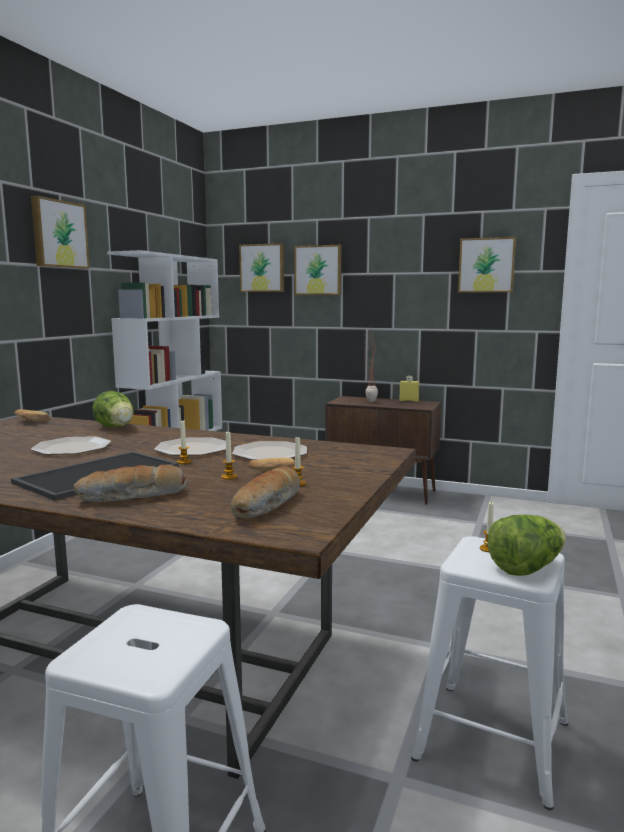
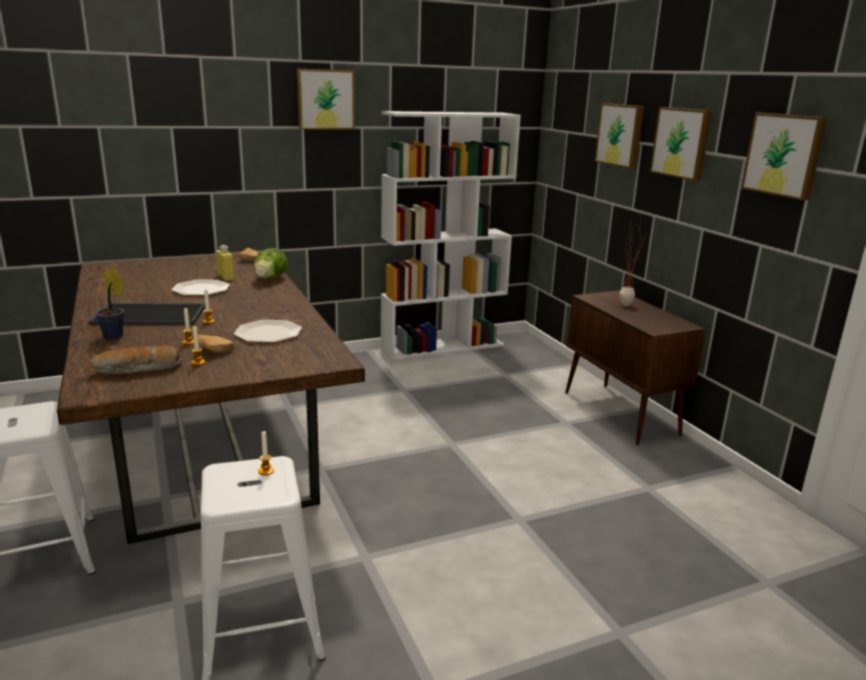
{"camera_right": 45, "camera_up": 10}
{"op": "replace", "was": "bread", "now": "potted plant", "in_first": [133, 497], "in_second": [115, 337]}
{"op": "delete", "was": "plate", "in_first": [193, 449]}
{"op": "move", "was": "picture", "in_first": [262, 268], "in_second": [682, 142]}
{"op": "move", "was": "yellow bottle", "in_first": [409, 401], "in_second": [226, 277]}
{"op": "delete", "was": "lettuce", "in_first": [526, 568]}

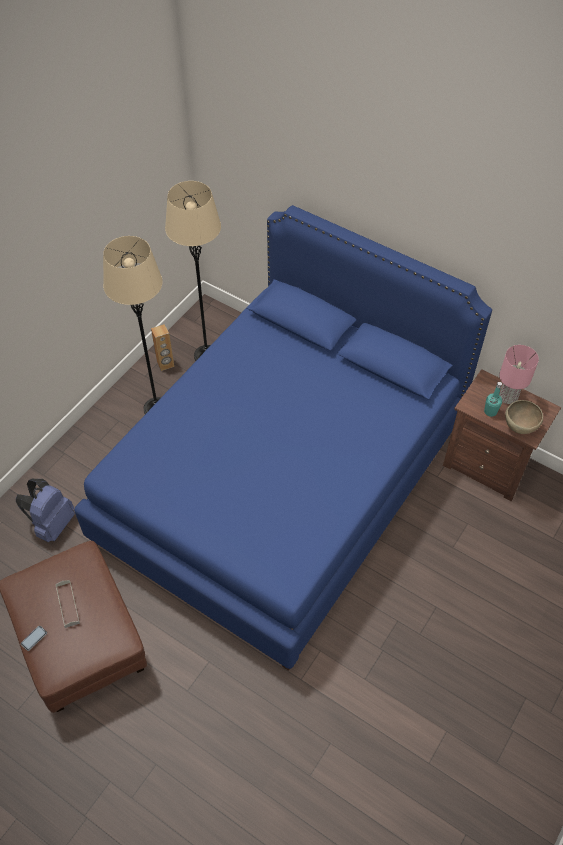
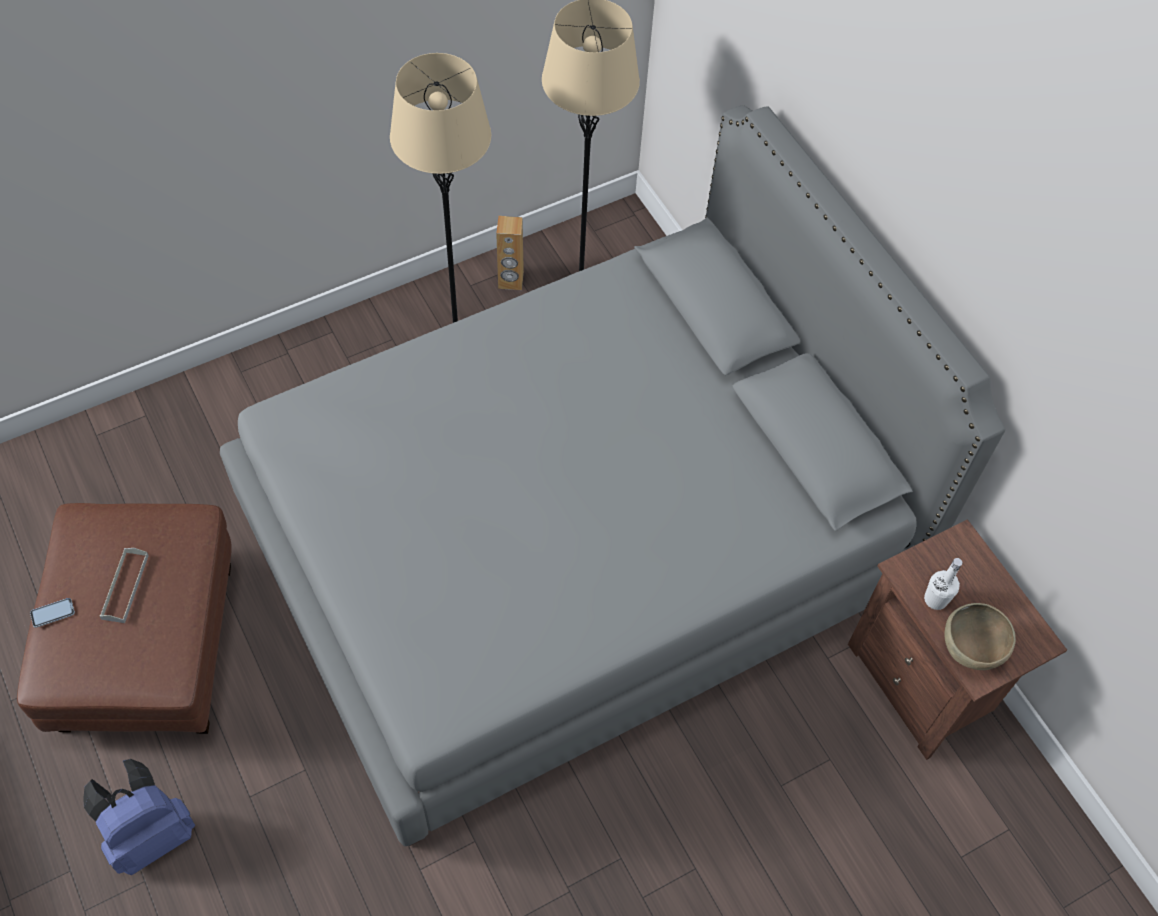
{"camera_right": 25, "camera_up": 5}
{"op": "move", "was": "blue backpack", "in_first": [52, 524], "in_second": [150, 833]}
{"op": "recolor", "was": "blue bed", "now": "grey bed", "in_first": [281, 482], "in_second": [574, 548]}
{"op": "recolor", "was": "turquoise bottle", "now": "white bottle", "in_first": [490, 411], "in_second": [935, 599]}
{"op": "delete", "was": "pink table lamp", "in_first": [508, 397]}

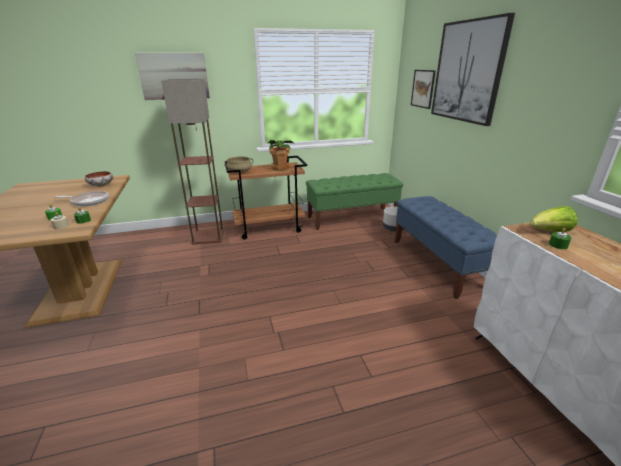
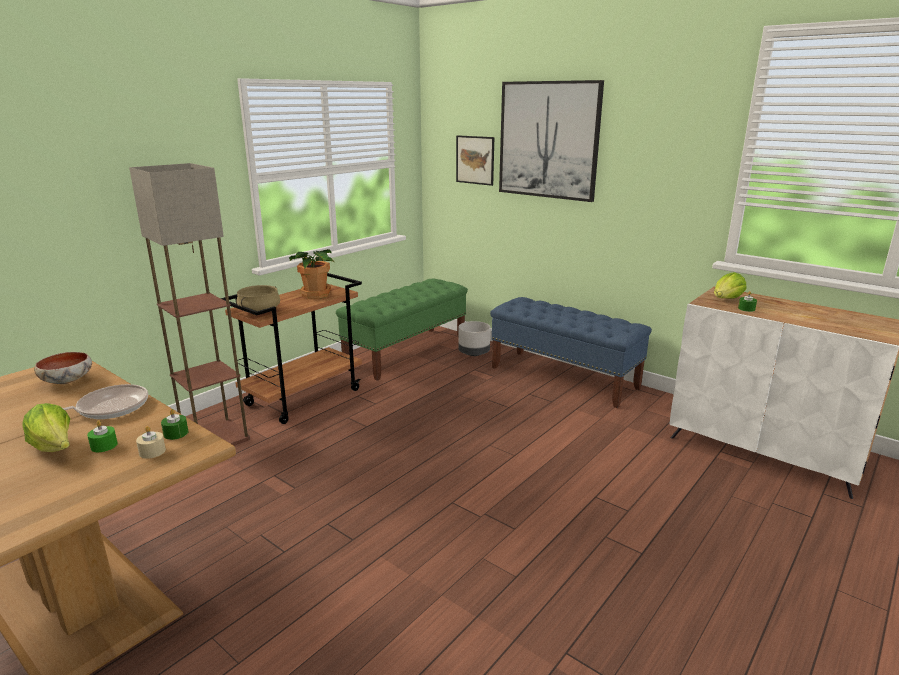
{"camera_right": -35, "camera_up": -5}
{"op": "delete", "was": "picture", "in_first": [174, 76]}
{"op": "insert", "now": "lettuce", "in_second": [55, 448]}

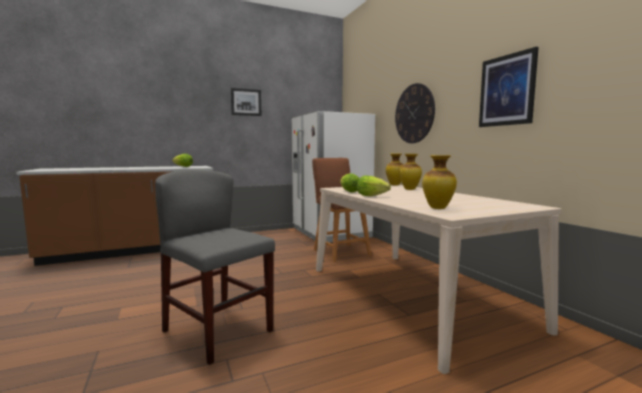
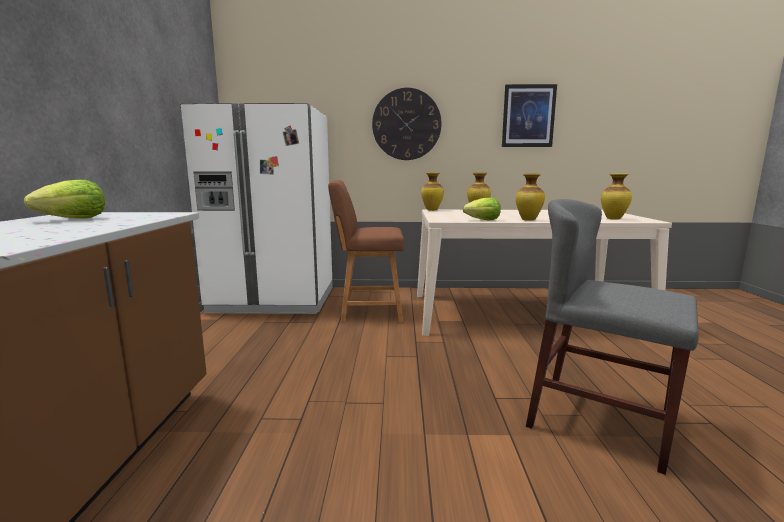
{"camera_right": -65, "camera_up": 5}
{"op": "rotate", "was": "grey chair", "in_first": [218, 331], "in_second": [599, 422], "clockwise": 60}
{"op": "delete", "was": "picture", "in_first": [246, 102]}
{"op": "replace", "was": "lettuce", "now": "vase", "in_first": [371, 196], "in_second": [527, 220]}

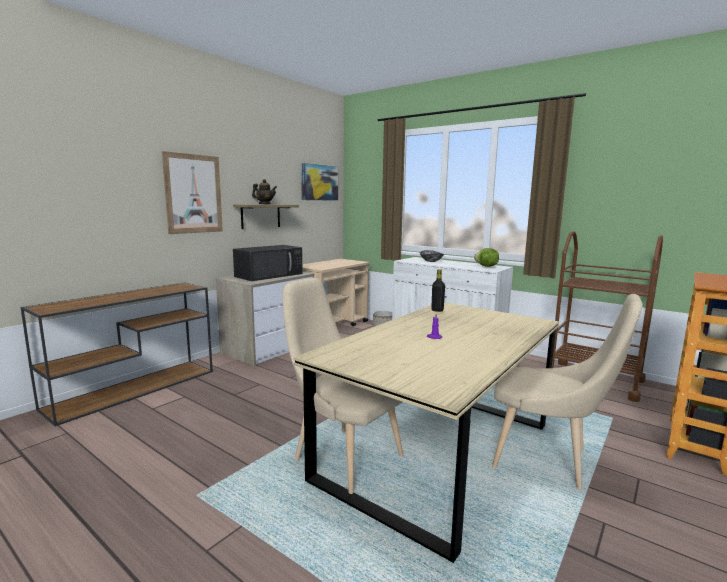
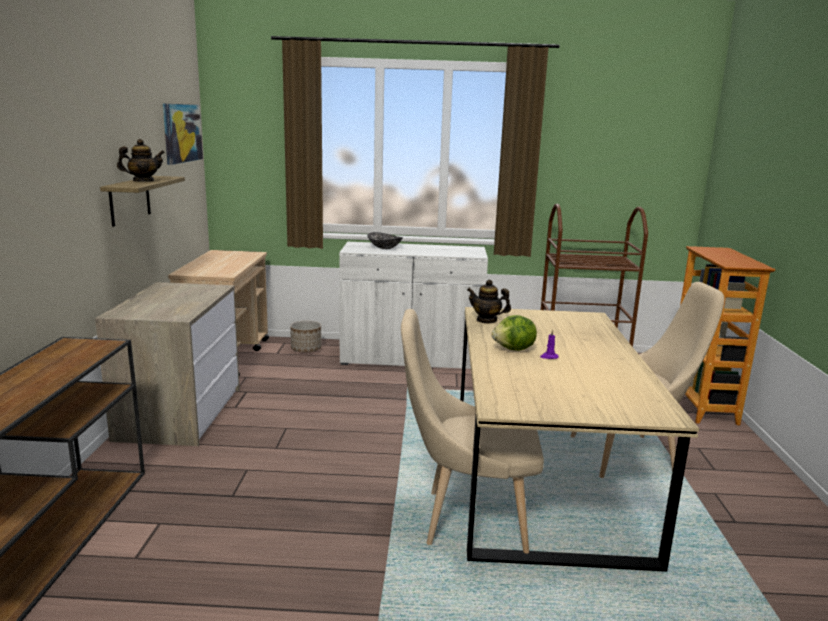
{"camera_right": -35, "camera_up": 5}
{"op": "delete", "was": "picture", "in_first": [193, 194]}
{"op": "delete", "was": "black microwave", "in_first": [269, 275]}
{"op": "replace", "was": "black bottle", "now": "teapot", "in_first": [437, 310], "in_second": [487, 320]}
{"op": "move", "was": "lettuce", "in_first": [486, 266], "in_second": [514, 349]}

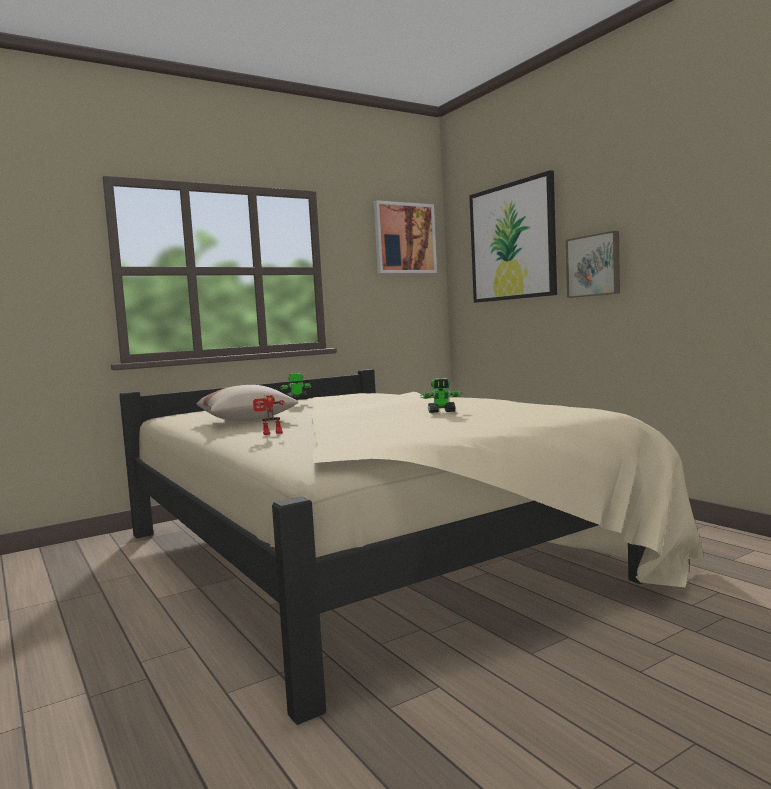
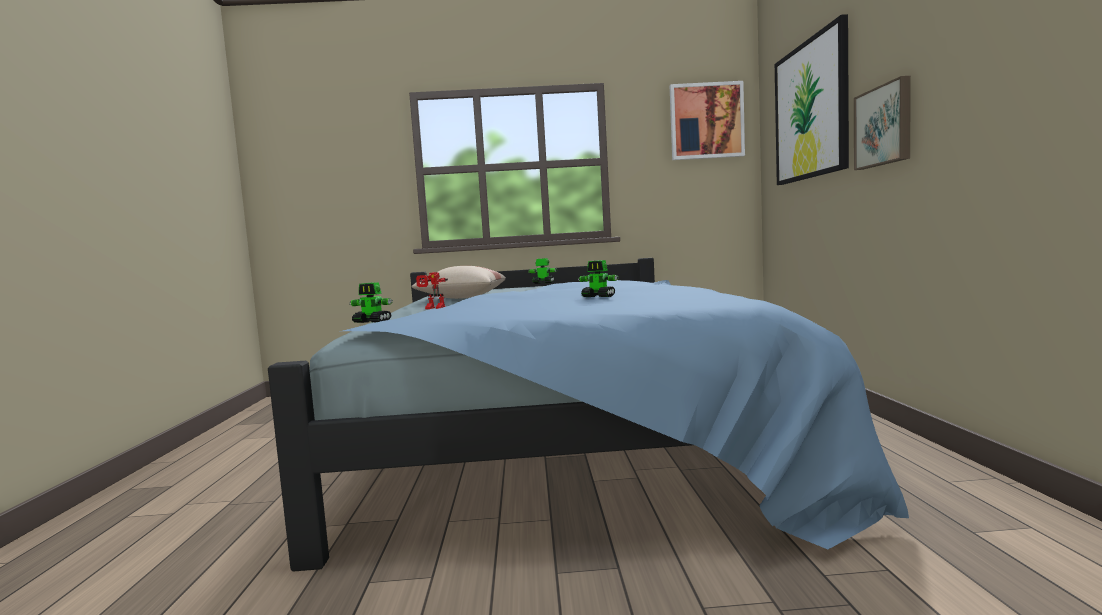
{"camera_right": 30, "camera_up": 0}
{"op": "recolor", "was": "beige bed", "now": "blue bed", "in_first": [374, 553], "in_second": [563, 437]}
{"op": "insert", "now": "toy robot", "in_second": [372, 322]}

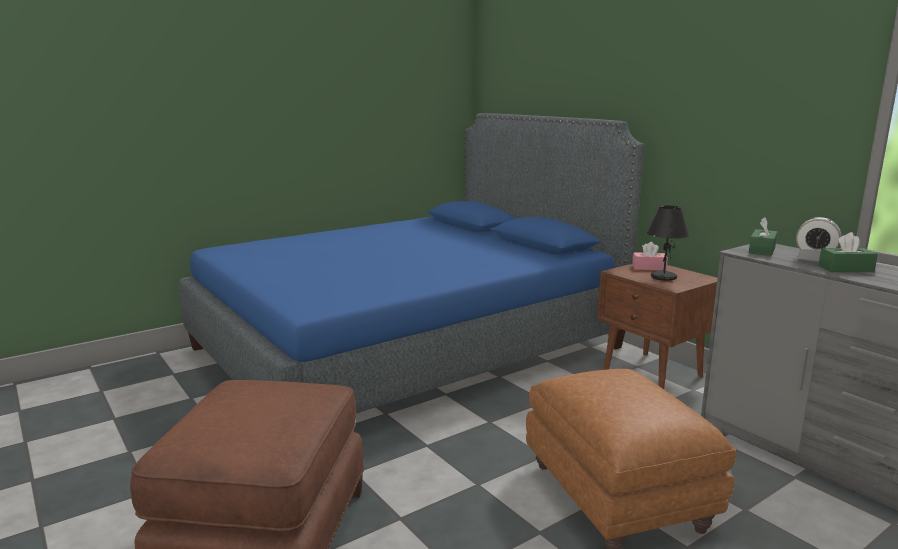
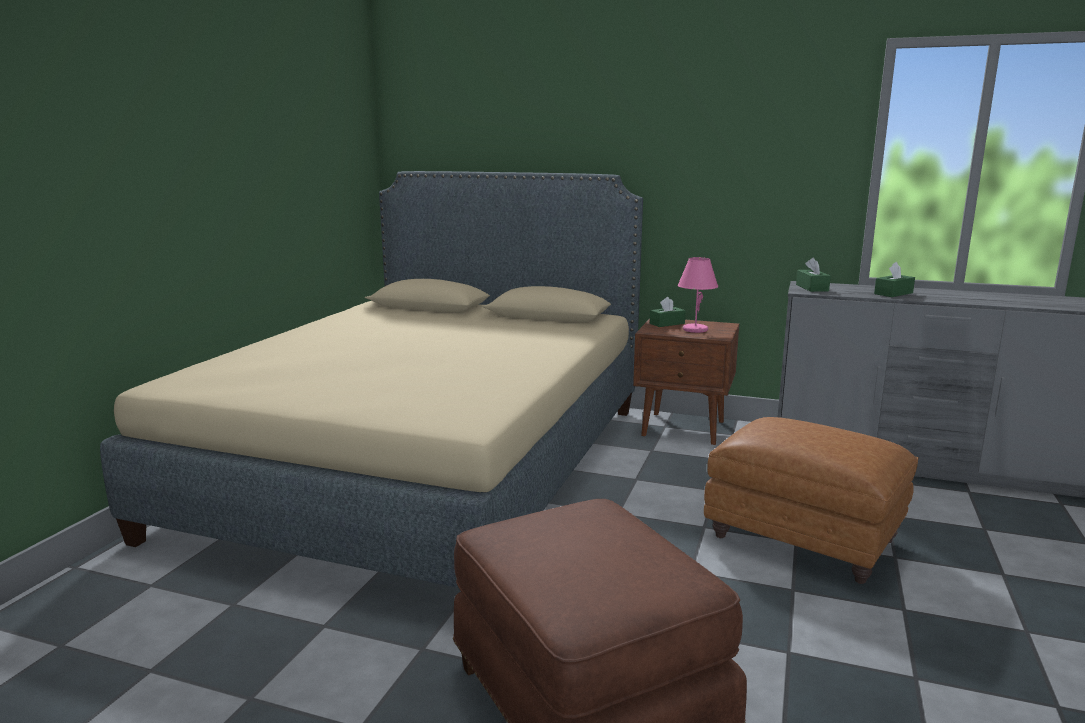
{"camera_right": -35, "camera_up": 0}
{"op": "recolor", "was": "blue bed", "now": "beige bed", "in_first": [408, 347], "in_second": [426, 465]}
{"op": "recolor", "was": "pink tissue box", "now": "green tissue box", "in_first": [649, 268], "in_second": [667, 323]}
{"op": "recolor", "was": "black table lamp", "now": "pink table lamp", "in_first": [663, 277], "in_second": [694, 330]}
{"op": "delete", "was": "alarm clock", "in_first": [814, 260]}

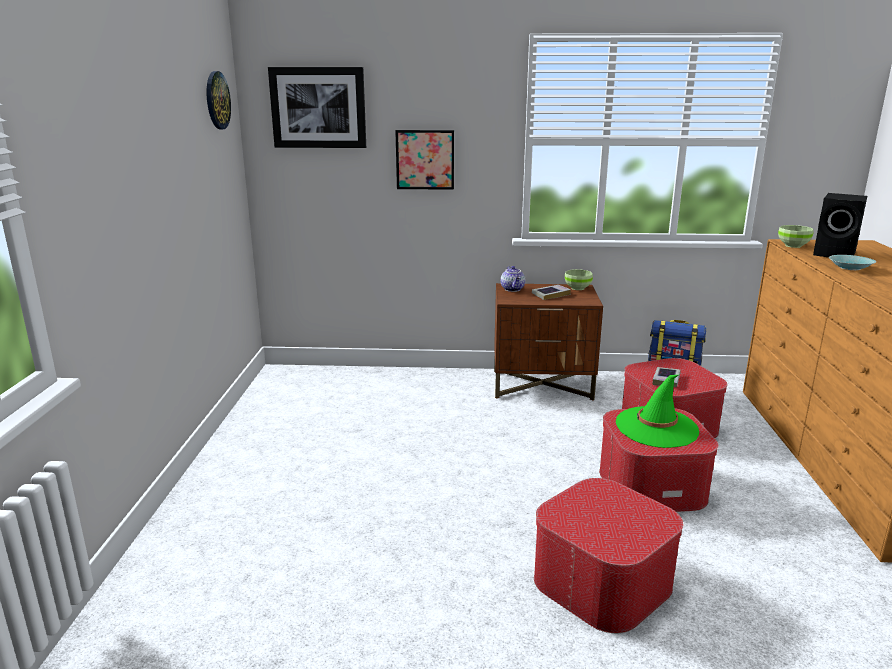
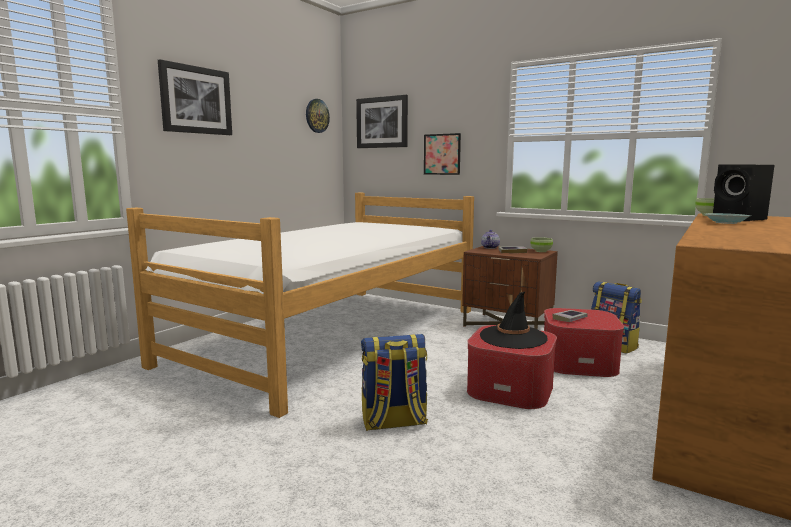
{"camera_right": 30, "camera_up": -10}
{"op": "replace", "was": "ottoman", "now": "backpack", "in_first": [602, 582], "in_second": [393, 422]}
{"op": "recolor", "was": "green hat", "now": "black hat", "in_first": [656, 427], "in_second": [513, 337]}
{"op": "insert", "now": "bed", "in_second": [334, 335]}
{"op": "insert", "now": "picture", "in_second": [196, 100]}

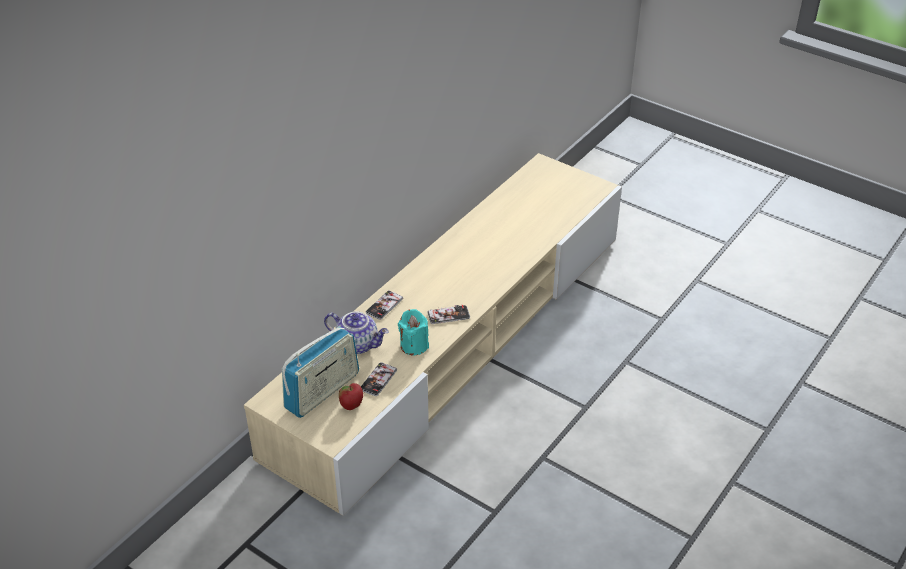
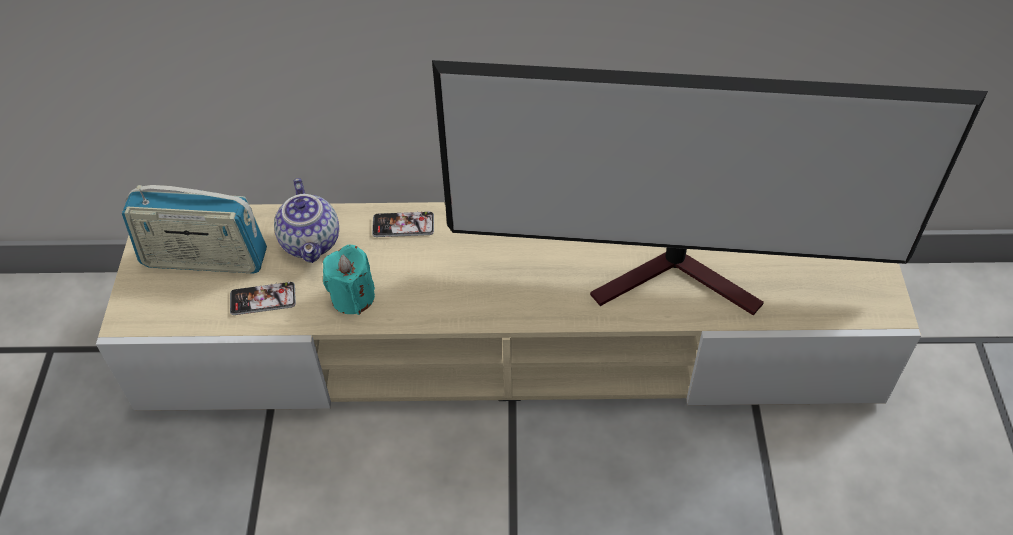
{"camera_right": 55, "camera_up": 10}
{"op": "delete", "was": "apple", "in_first": [352, 406]}
{"op": "delete", "was": "phone", "in_first": [448, 315]}
{"op": "insert", "now": "television", "in_second": [680, 279]}

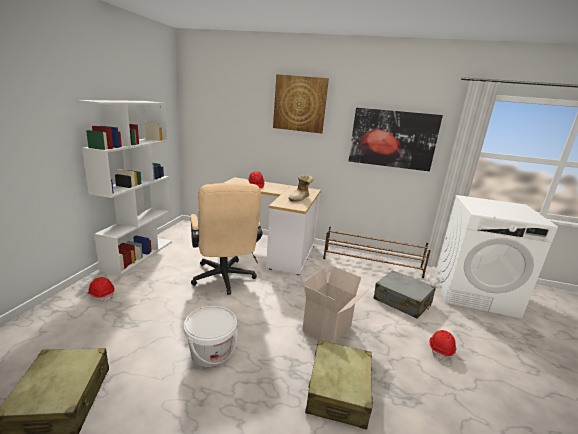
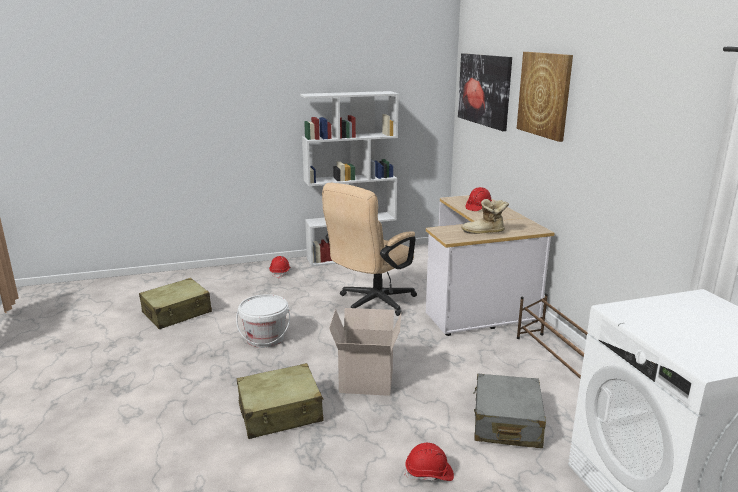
{"camera_right": 60, "camera_up": 0}
{"op": "move", "was": "picture", "in_first": [392, 139], "in_second": [484, 90]}

